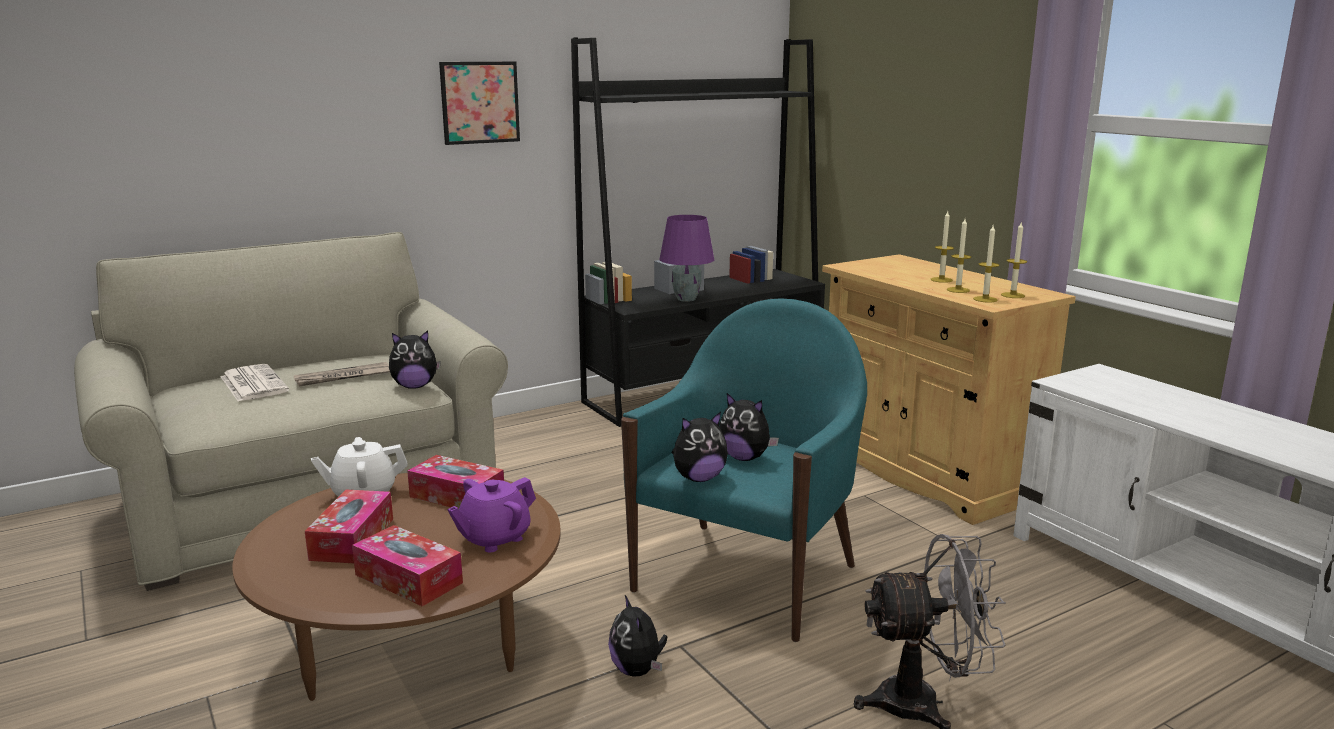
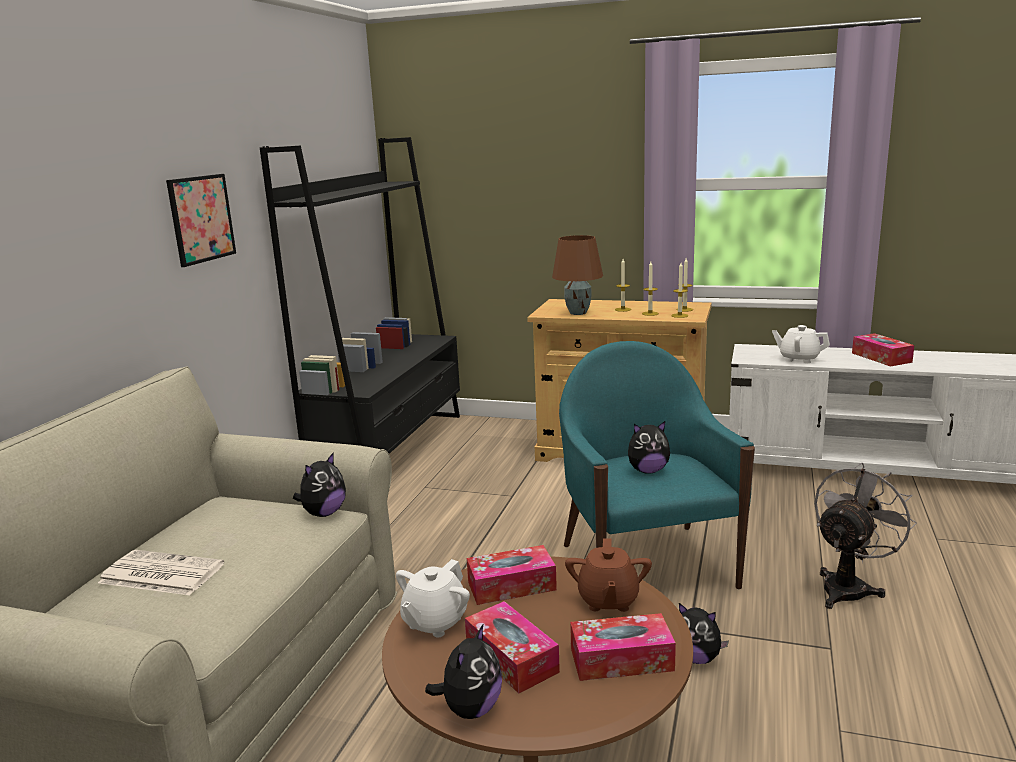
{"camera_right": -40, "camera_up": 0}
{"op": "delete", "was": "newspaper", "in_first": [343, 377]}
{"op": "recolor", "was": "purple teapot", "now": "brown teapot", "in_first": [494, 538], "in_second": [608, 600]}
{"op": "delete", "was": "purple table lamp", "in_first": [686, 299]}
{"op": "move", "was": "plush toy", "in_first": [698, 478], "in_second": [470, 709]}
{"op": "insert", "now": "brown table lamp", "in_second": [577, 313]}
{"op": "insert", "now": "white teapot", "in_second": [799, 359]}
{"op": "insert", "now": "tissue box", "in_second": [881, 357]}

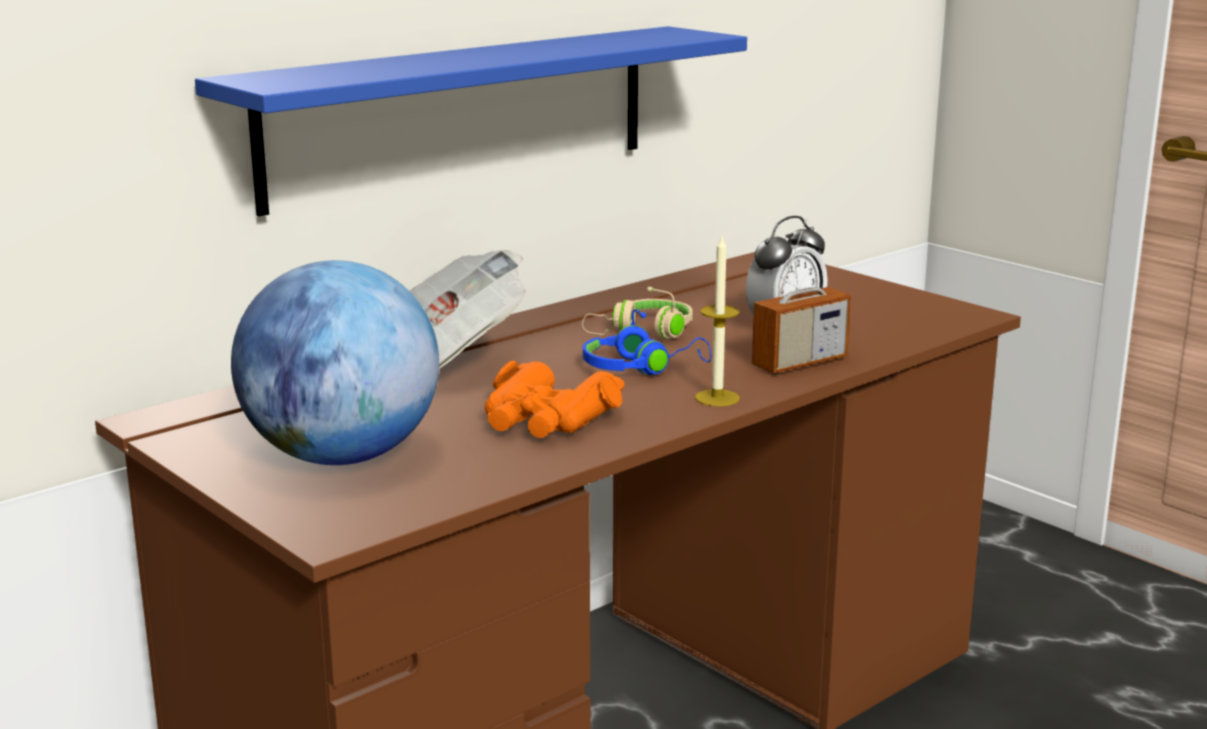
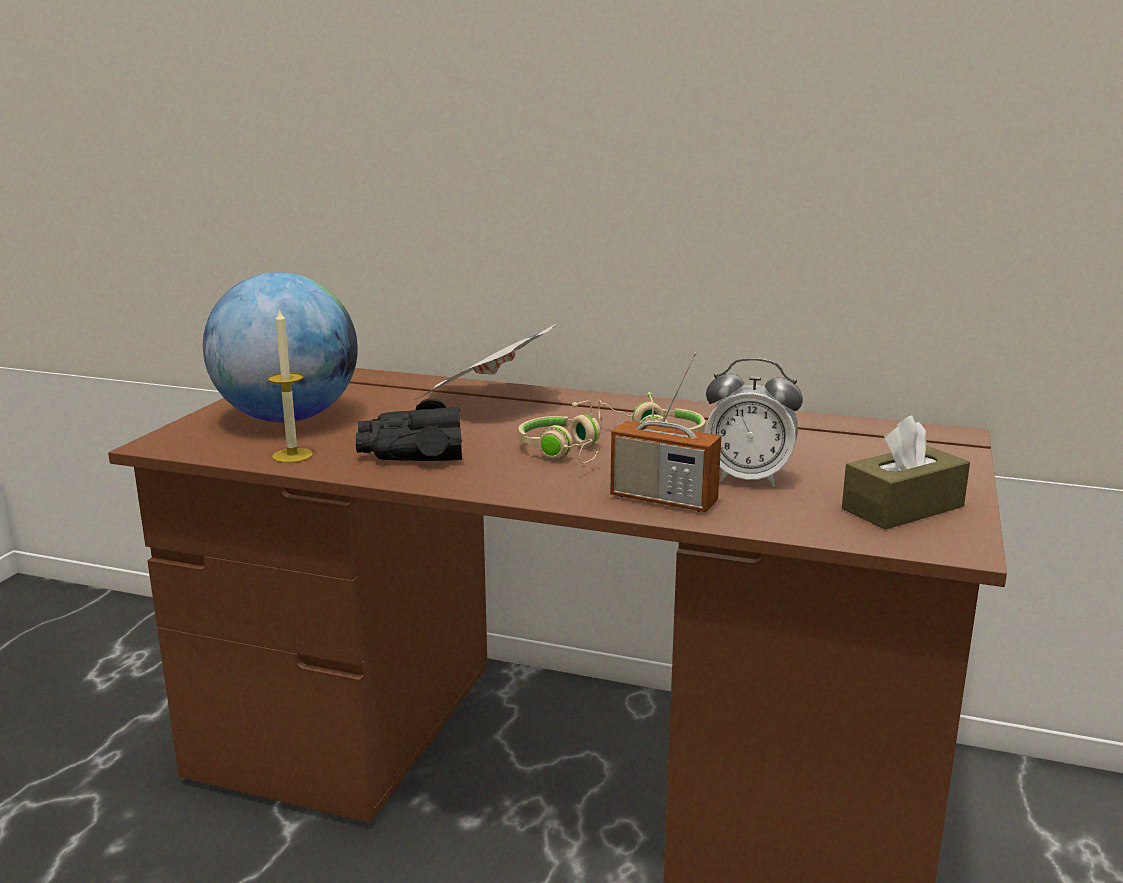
{"camera_right": 60, "camera_up": 0}
{"op": "delete", "was": "blue shelf", "in_first": [462, 114]}
{"op": "recolor", "was": "orange binoculars", "now": "black binoculars", "in_first": [547, 420], "in_second": [411, 450]}
{"op": "recolor", "was": "blue headphones", "now": "beige headphones", "in_first": [641, 368], "in_second": [565, 452]}
{"op": "move", "was": "candle", "in_first": [717, 398], "in_second": [292, 455]}
{"op": "insert", "now": "brown tissue box", "in_second": [902, 508]}

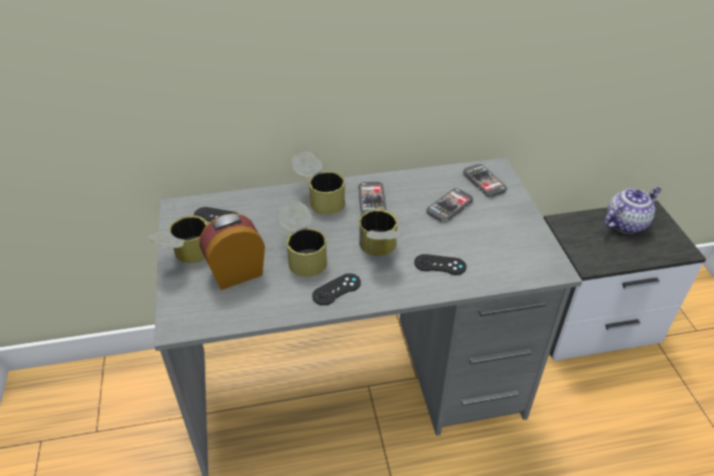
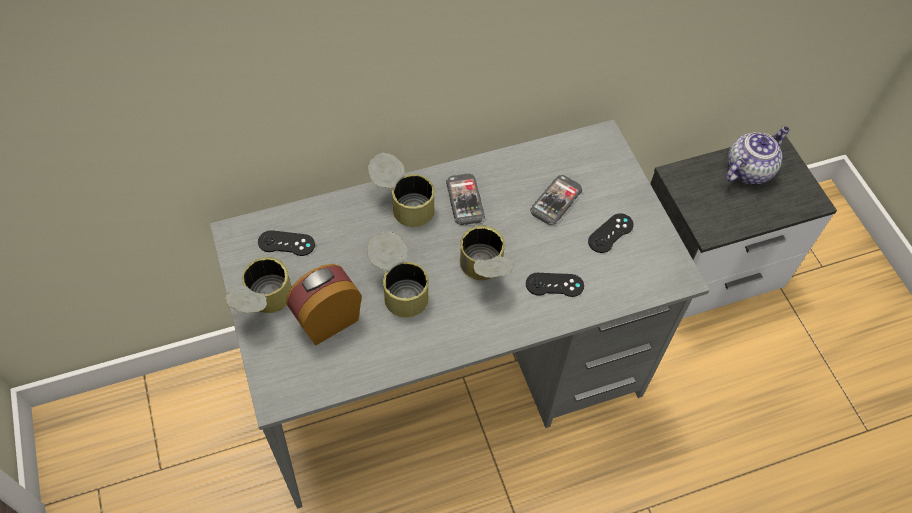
{"camera_right": -10, "camera_up": 15}
{"op": "move", "was": "black game controller", "in_first": [336, 289], "in_second": [610, 233]}
{"op": "delete", "was": "phone", "in_first": [484, 182]}

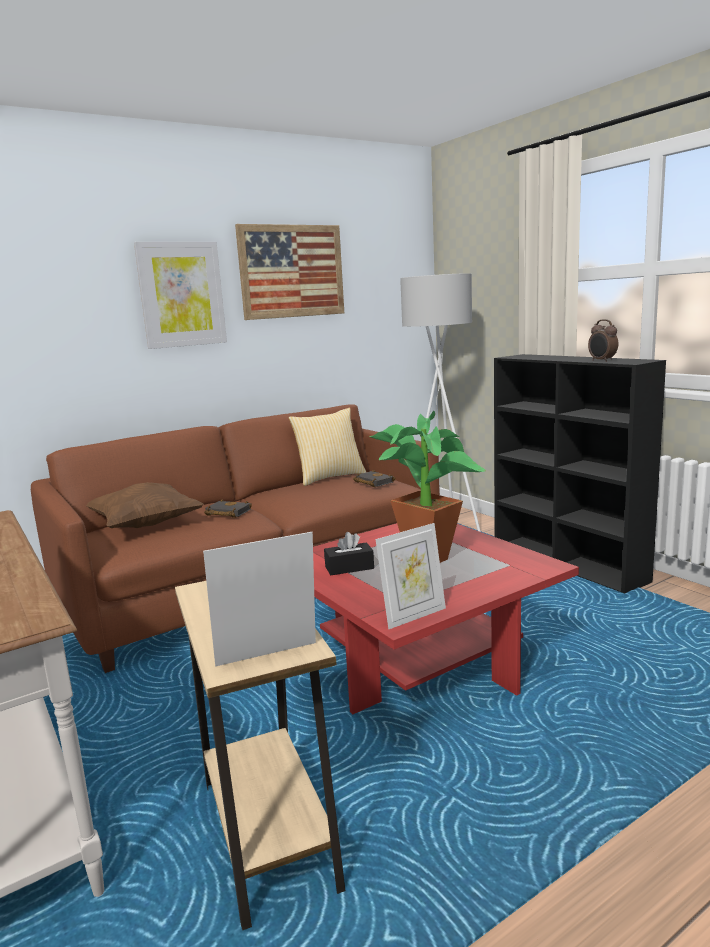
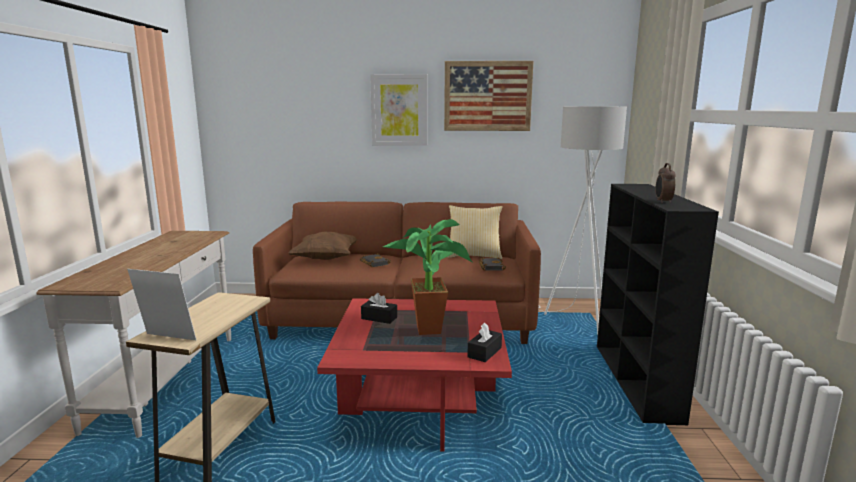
{"camera_right": 35, "camera_up": 0}
{"op": "delete", "was": "picture frame", "in_first": [413, 615]}
{"op": "insert", "now": "black tissue box", "in_second": [484, 352]}

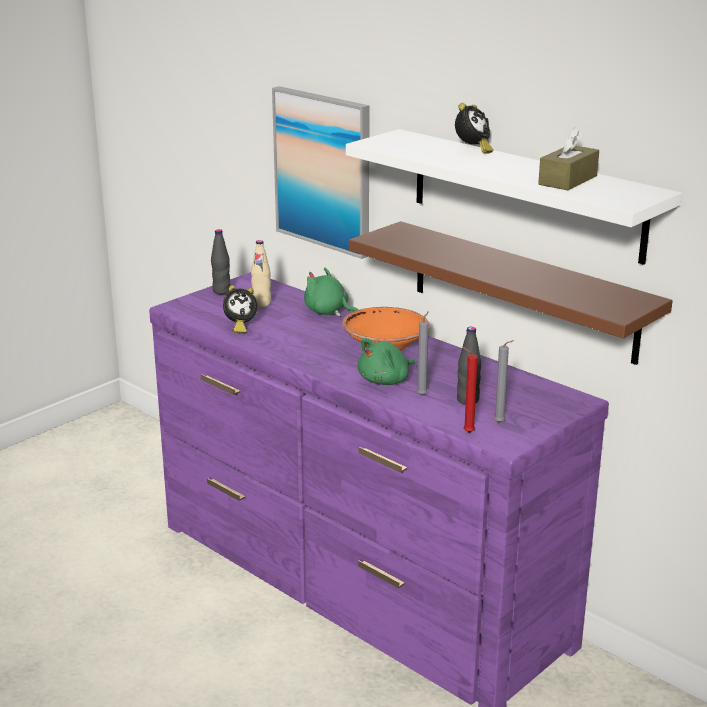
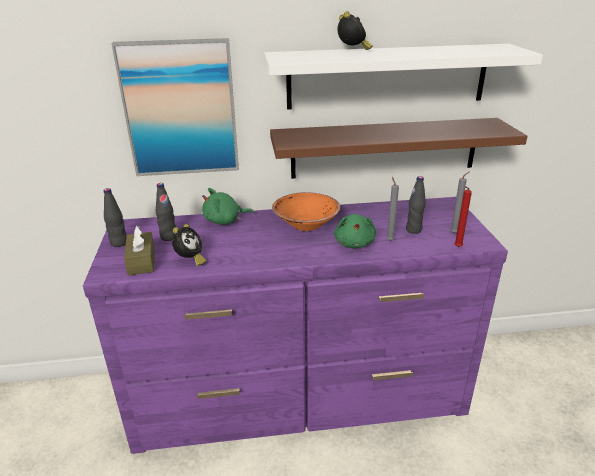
{"camera_right": -50, "camera_up": 5}
{"op": "recolor", "was": "beige bottle", "now": "black bottle", "in_first": [261, 304], "in_second": [168, 237]}
{"op": "move", "was": "brown tissue box", "in_first": [568, 180], "in_second": [141, 261]}

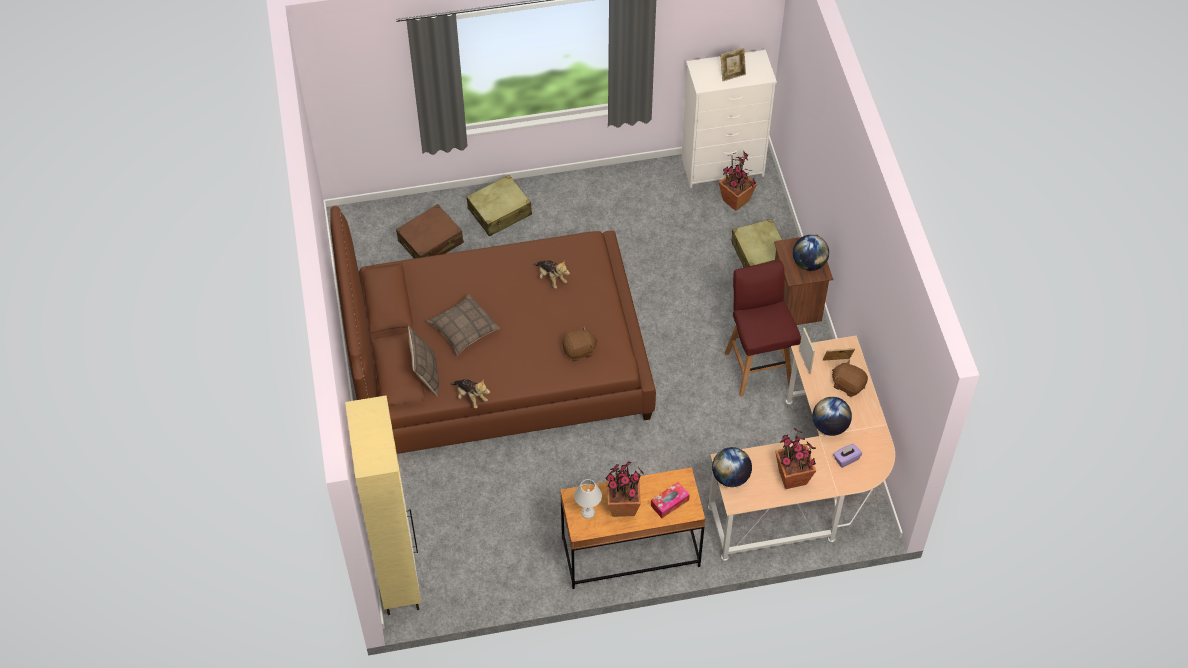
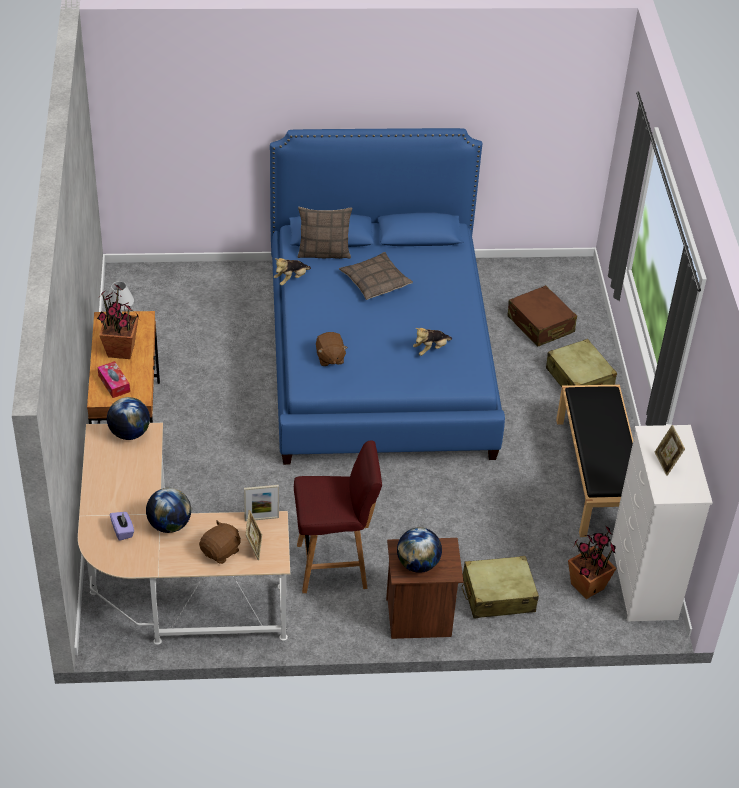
{"camera_right": 95, "camera_up": -10}
{"op": "recolor", "was": "brown bed", "now": "blue bed", "in_first": [496, 362], "in_second": [378, 357]}
{"op": "delete", "was": "beige cabinet", "in_first": [398, 578]}
{"op": "delete", "was": "potted plant", "in_first": [793, 478]}
{"op": "insert", "now": "black bench", "in_second": [597, 476]}

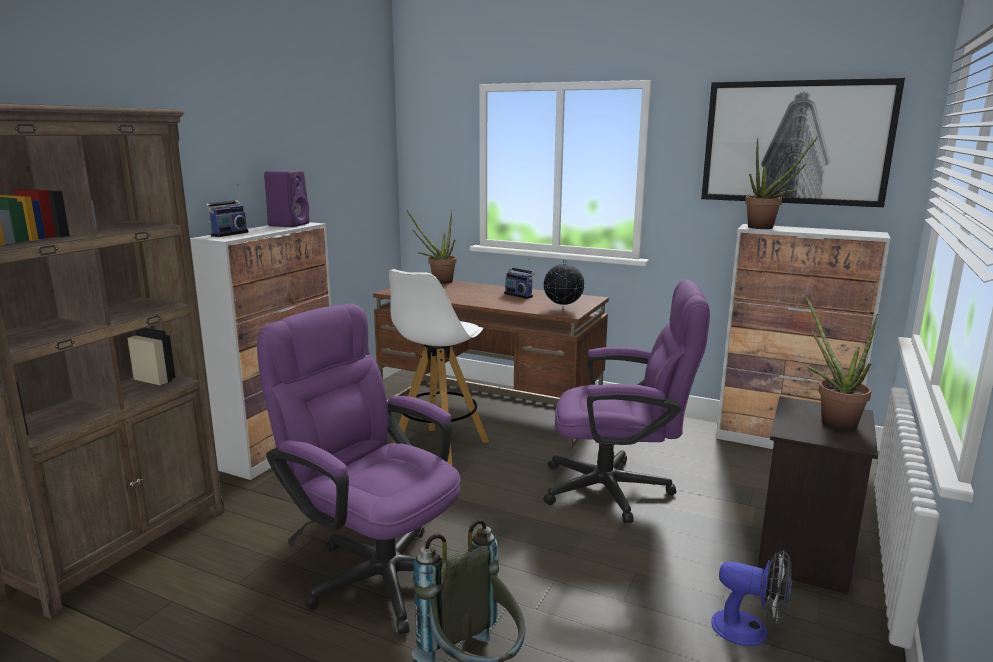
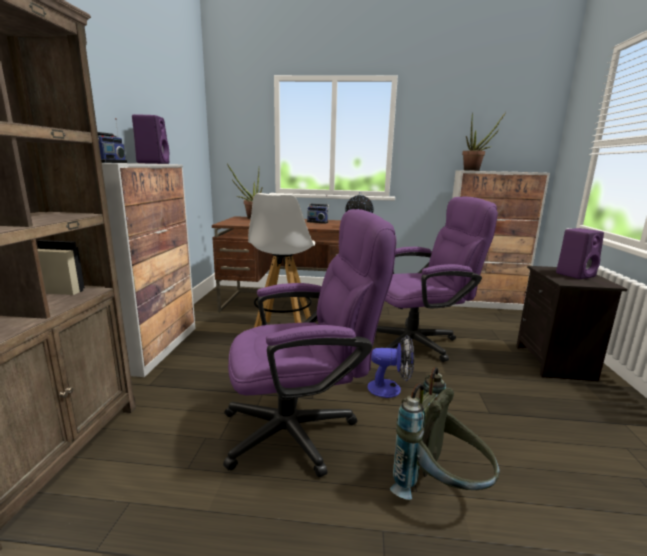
{"camera_right": -20, "camera_up": 0}
{"op": "rotate", "was": "purple office chair", "in_first": [374, 571], "in_second": [302, 430], "clockwise": 150}
{"op": "delete", "was": "picture", "in_first": [795, 143]}
{"op": "move", "was": "fan", "in_first": [750, 630], "in_second": [390, 389]}
{"op": "replace", "was": "potted plant", "now": "purple speaker", "in_first": [832, 421], "in_second": [575, 275]}

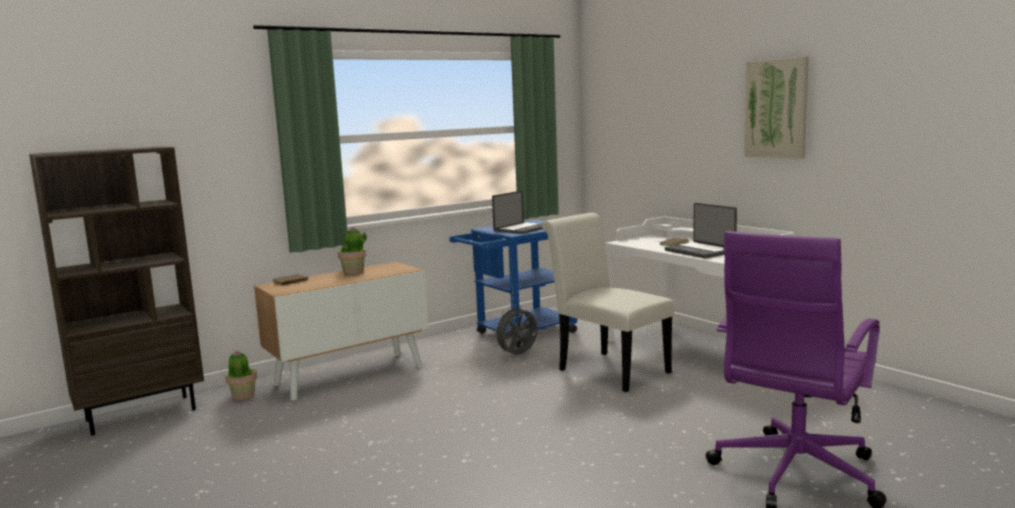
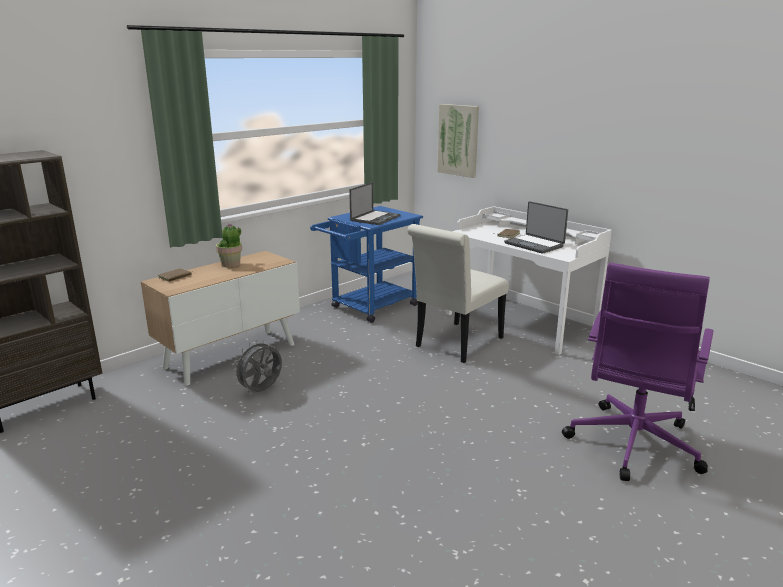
{"camera_right": -10, "camera_up": 10}
{"op": "delete", "was": "potted plant", "in_first": [243, 396]}
{"op": "move", "was": "grey fan", "in_first": [518, 355], "in_second": [261, 391]}
{"op": "rotate", "was": "white chair", "in_first": [608, 369], "in_second": [456, 344], "clockwise": -90}
{"op": "move", "was": "picture", "in_first": [776, 108], "in_second": [458, 140]}

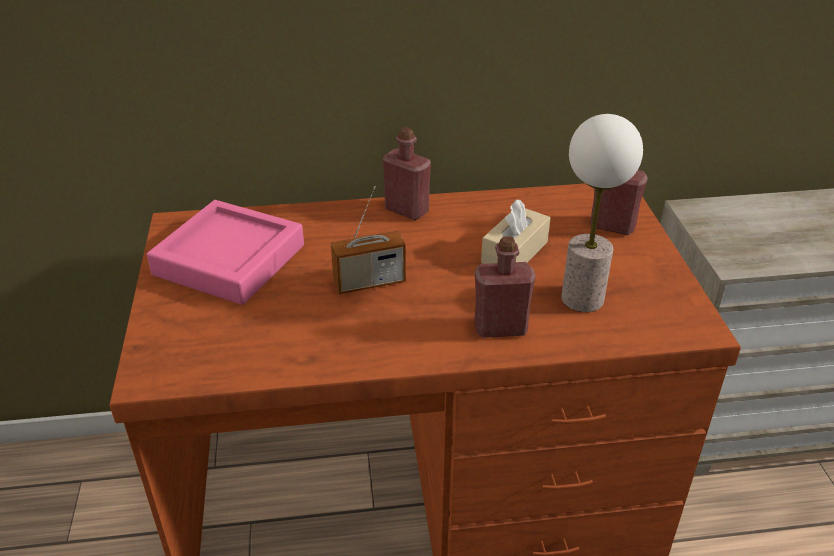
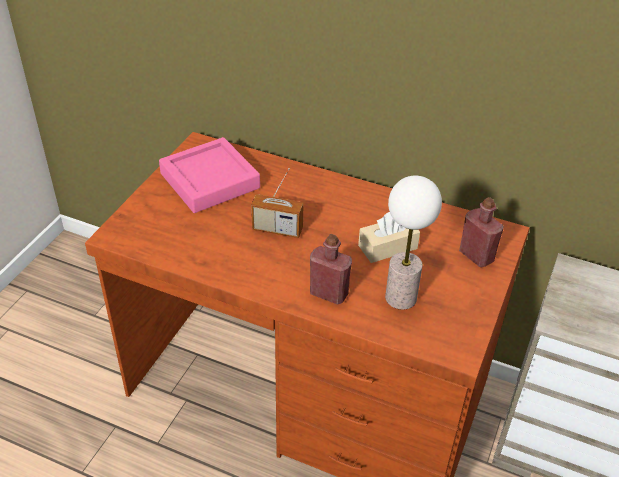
{"camera_right": 30, "camera_up": 5}
{"op": "delete", "was": "red bottle", "in_first": [407, 210]}

